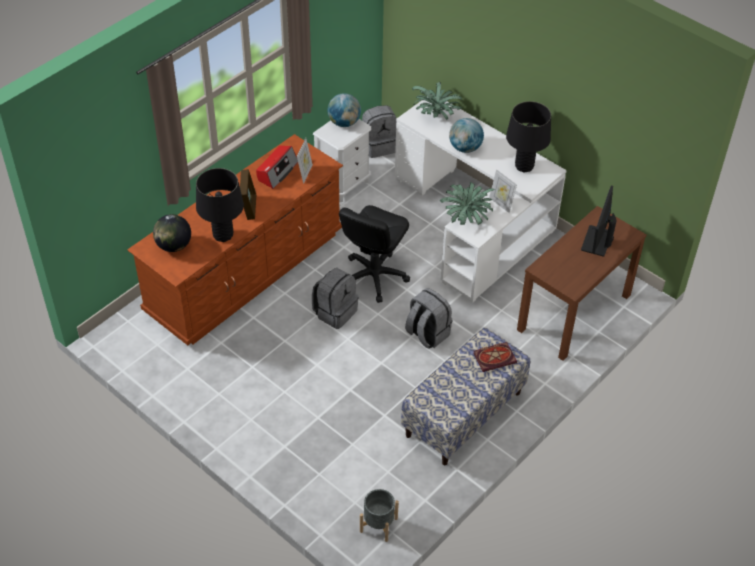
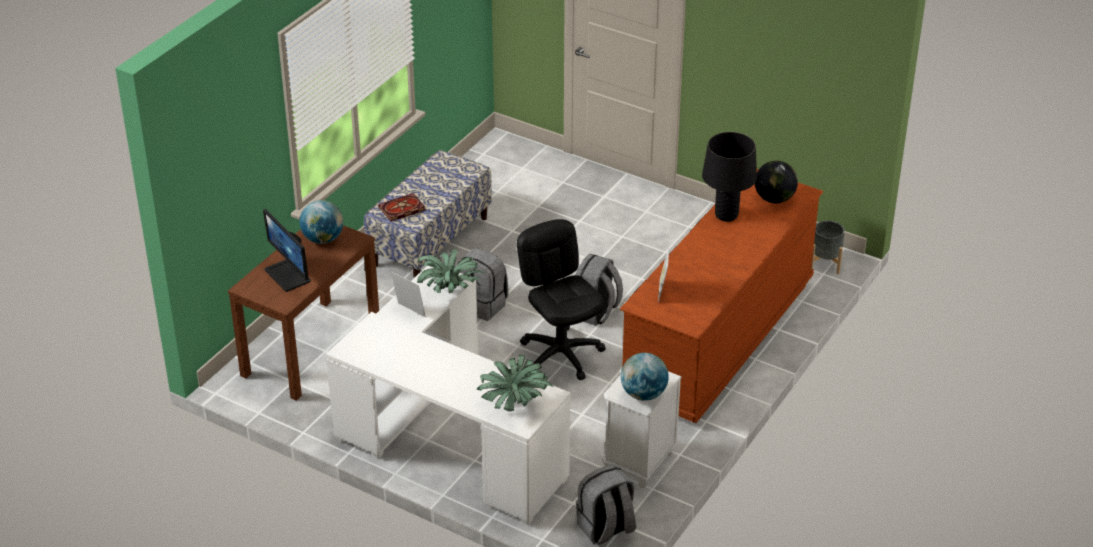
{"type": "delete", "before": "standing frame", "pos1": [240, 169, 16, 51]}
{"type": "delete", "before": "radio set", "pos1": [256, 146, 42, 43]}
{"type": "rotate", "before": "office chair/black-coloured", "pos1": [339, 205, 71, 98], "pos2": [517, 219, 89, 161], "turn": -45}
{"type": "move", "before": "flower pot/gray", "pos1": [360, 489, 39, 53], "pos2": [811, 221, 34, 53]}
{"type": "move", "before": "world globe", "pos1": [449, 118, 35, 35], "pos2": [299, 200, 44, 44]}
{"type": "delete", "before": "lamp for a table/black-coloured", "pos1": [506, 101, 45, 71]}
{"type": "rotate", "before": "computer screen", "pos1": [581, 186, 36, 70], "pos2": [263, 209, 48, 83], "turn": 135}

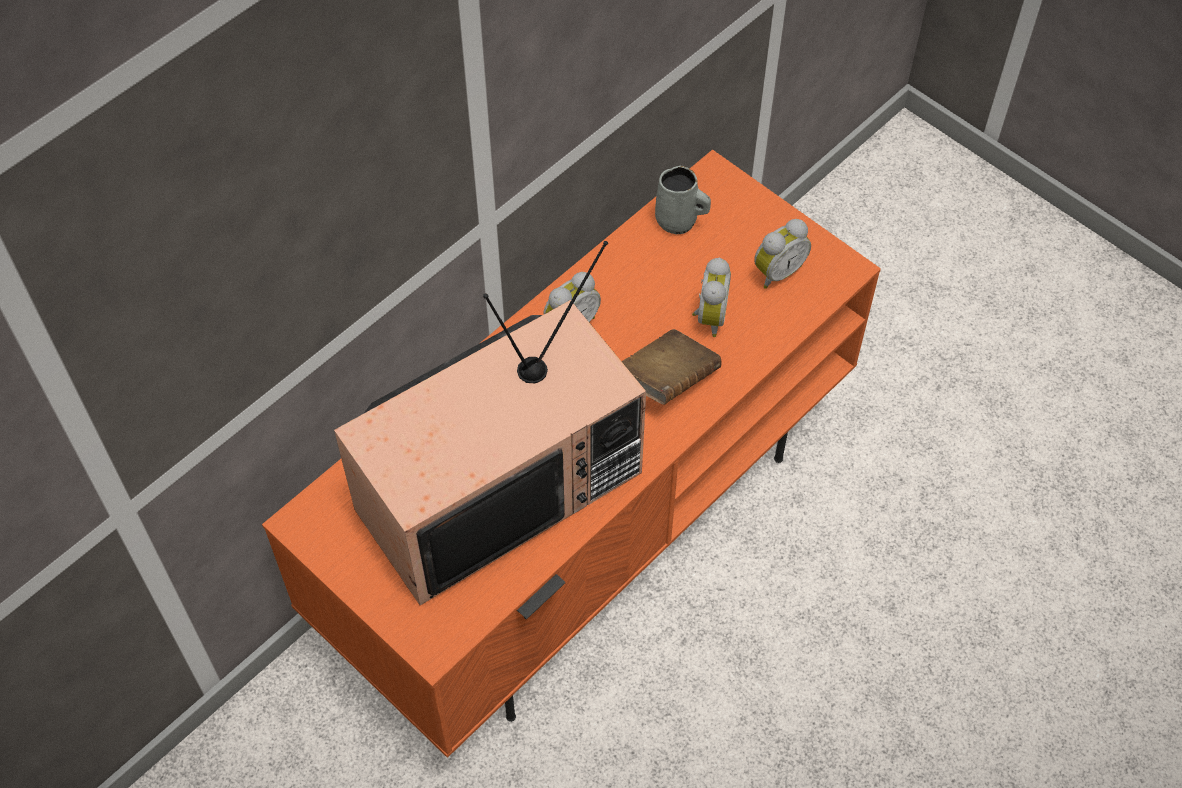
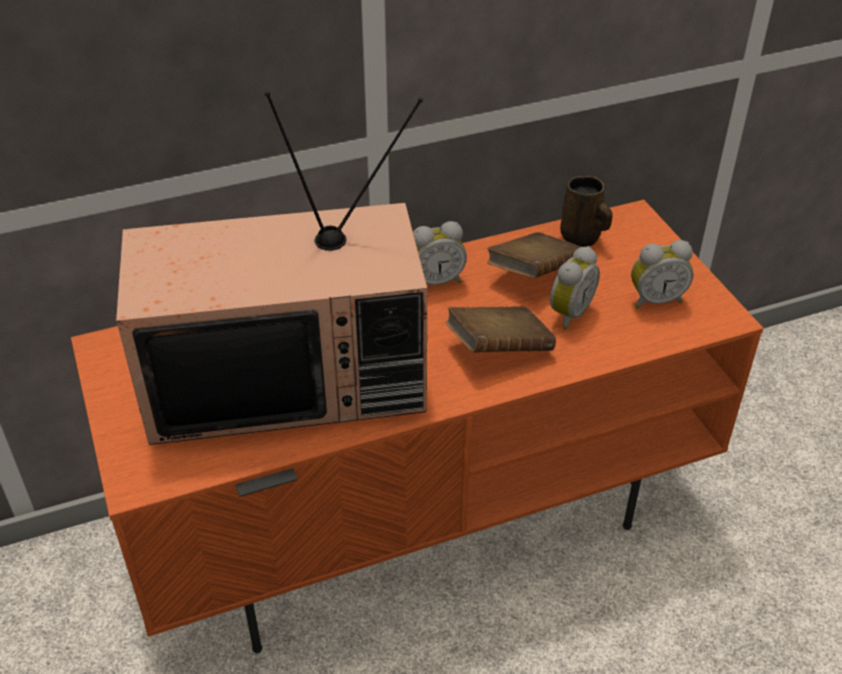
{"type": "recolor", "before": "tea mug/gray", "after": "tea mug/brown", "pos1": [655, 166, 56, 68], "pos2": [560, 176, 52, 71]}
{"type": "insert", "after": "book/brown", "pos2": [487, 232, 94, 46]}

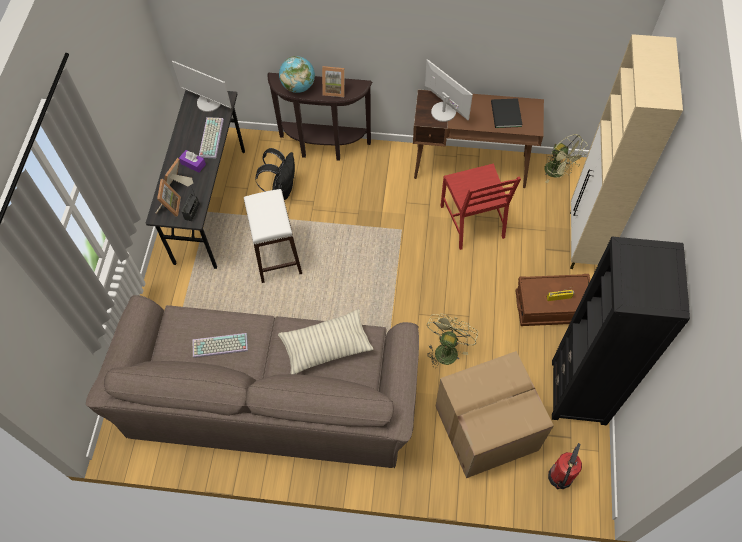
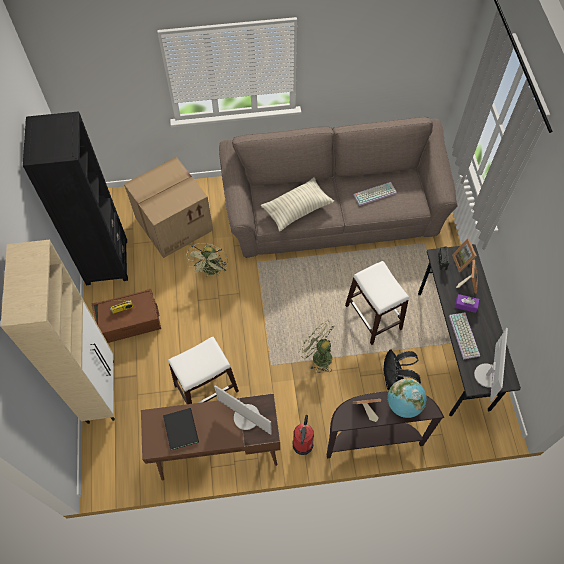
{"type": "rotate", "before": "computer screen", "pos1": [172, 61, 59, 51], "pos2": [474, 328, 34, 73], "turn": 90}
{"type": "replace", "before": "upright chair/red", "after": "sitting stool/white-coloured", "pos1": [441, 164, 80, 86], "pos2": [168, 337, 71, 67]}
{"type": "move", "before": "fan/green", "pos1": [544, 134, 44, 49], "pos2": [299, 321, 36, 52]}
{"type": "move", "before": "fire extinguisher", "pos1": [548, 443, 34, 47], "pos2": [293, 415, 21, 40]}

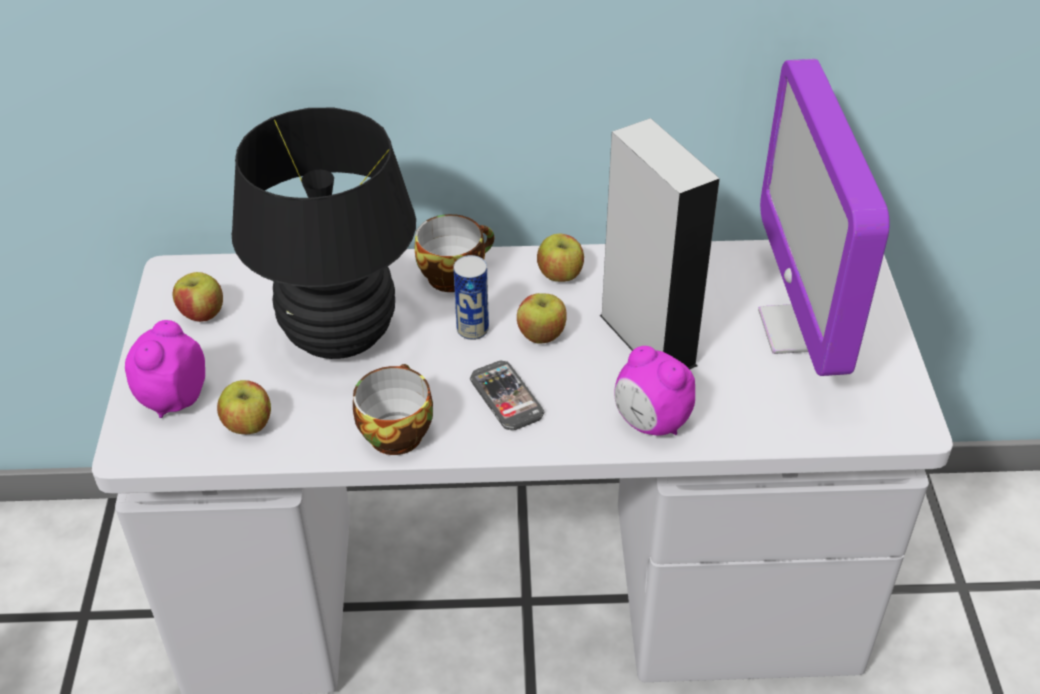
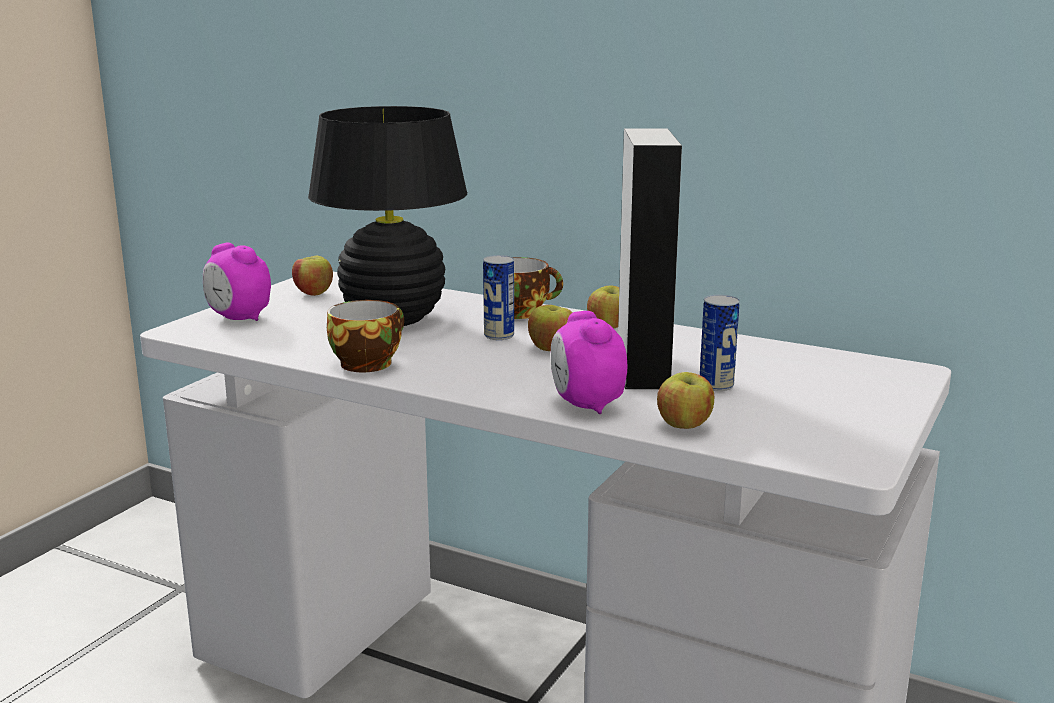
{"type": "rotate", "before": "bedside clock", "pos1": [125, 320, 80, 98], "pos2": [203, 243, 68, 78], "turn": -105}
{"type": "move", "before": "whole apple", "pos1": [217, 380, 54, 54], "pos2": [657, 372, 57, 57]}
{"type": "delete", "before": "handset", "pos1": [470, 361, 74, 69]}
{"type": "delete", "before": "computer screen", "pos1": [758, 59, 132, 317]}
{"type": "insert", "after": "sealed can", "pos2": [700, 295, 40, 96]}

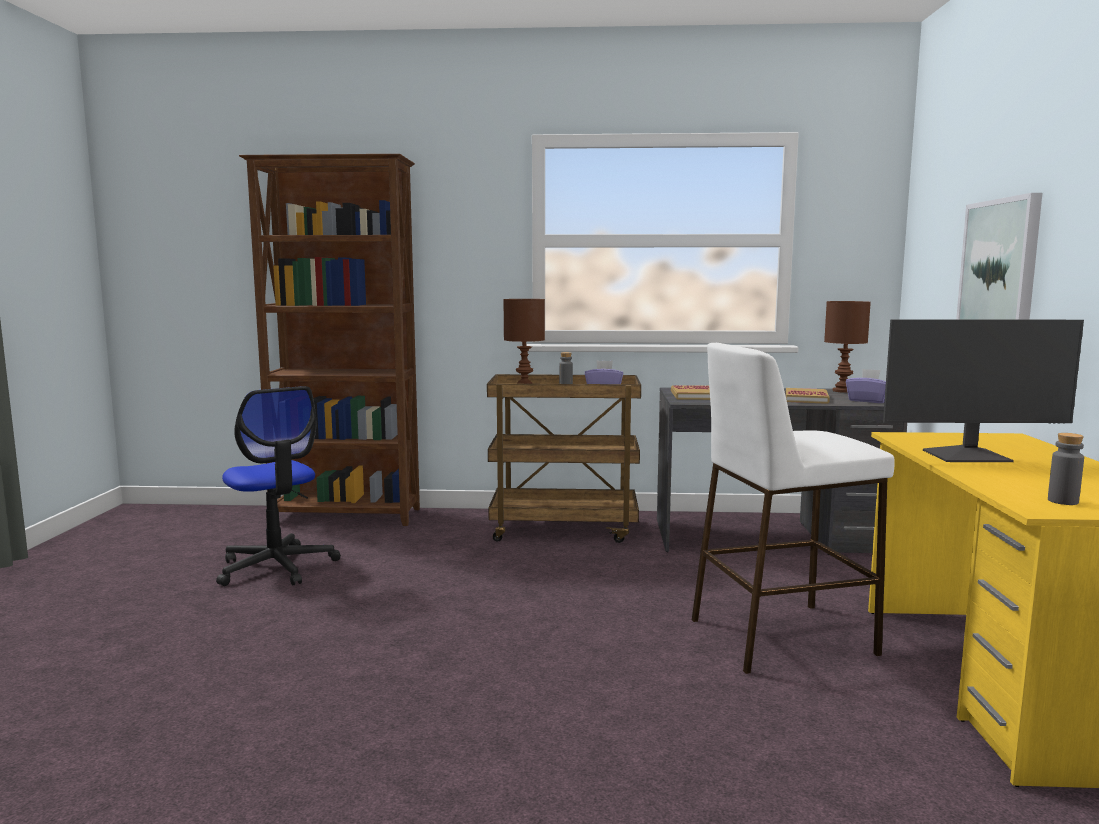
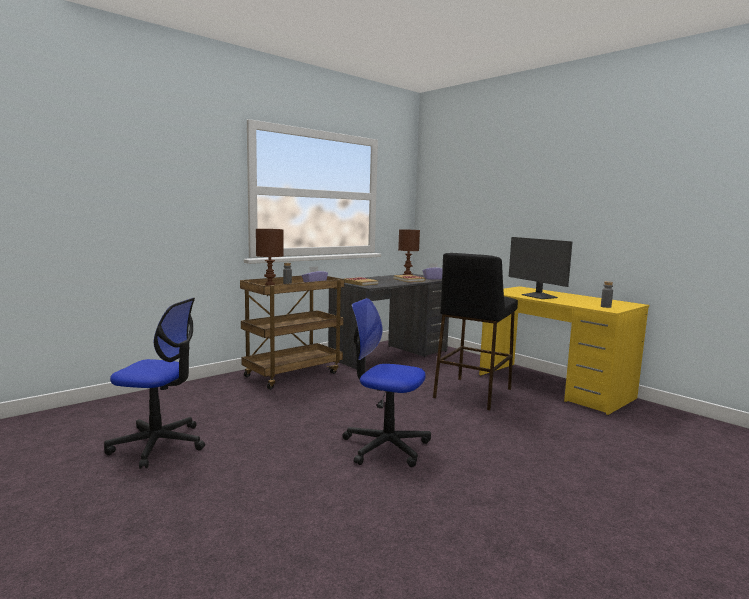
{"type": "delete", "before": "bookshelf/brown", "pos1": [239, 154, 181, 372]}
{"type": "recolor", "before": "sitting stool/white-coloured", "after": "sitting stool/black-coloured", "pos1": [692, 343, 203, 331], "pos2": [433, 253, 85, 158]}
{"type": "rotate", "before": "computer screen", "pos1": [883, 319, 201, 143], "pos2": [509, 237, 64, 62], "turn": 105}
{"type": "delete", "before": "wall picture", "pos1": [956, 193, 86, 127]}
{"type": "insert", "after": "office chair", "pos2": [342, 298, 89, 169]}

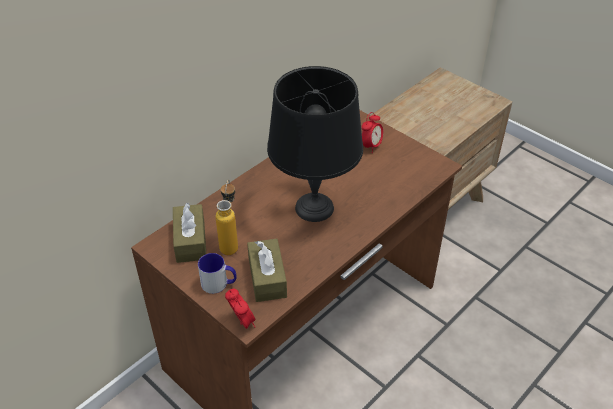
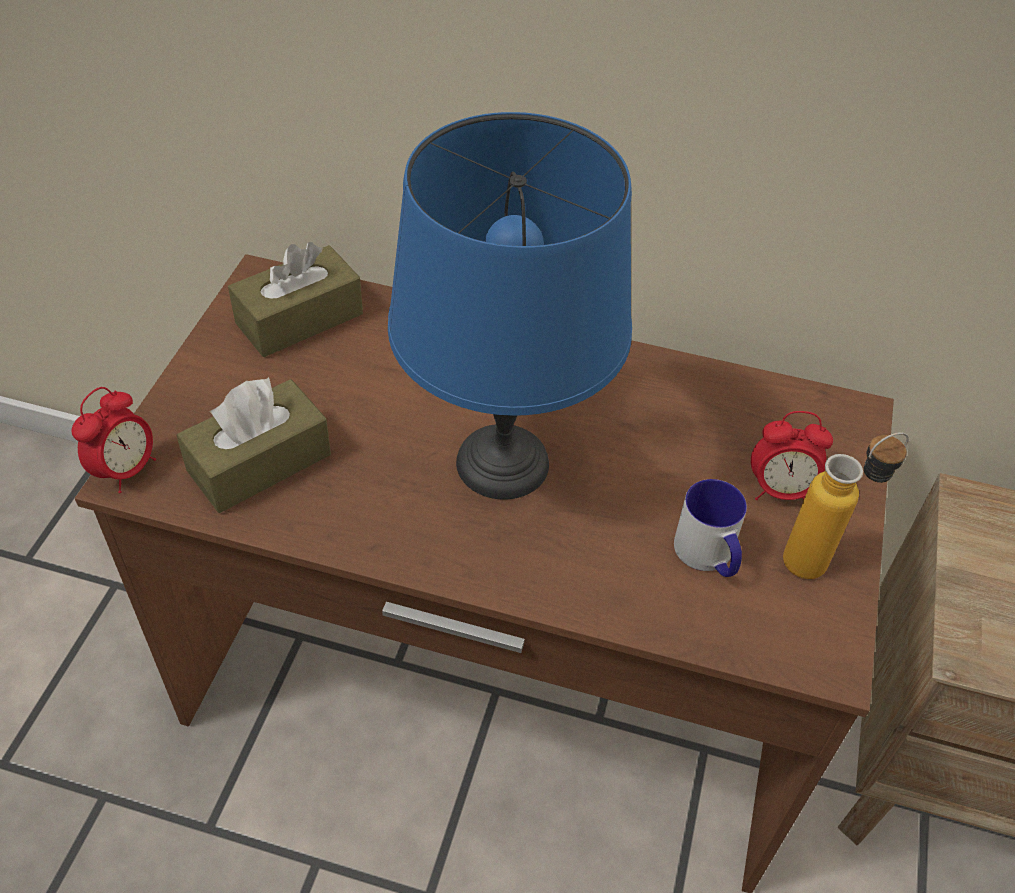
{"type": "move", "before": "tea mug", "pos1": [198, 253, 39, 41], "pos2": [674, 479, 73, 98]}
{"type": "move", "before": "beverage bottle", "pos1": [215, 180, 23, 75], "pos2": [783, 432, 126, 147]}
{"type": "recolor", "before": "lamp for a table/black-coloured", "after": "lamp for a table/blue", "pos1": [267, 66, 96, 156], "pos2": [388, 112, 244, 388]}

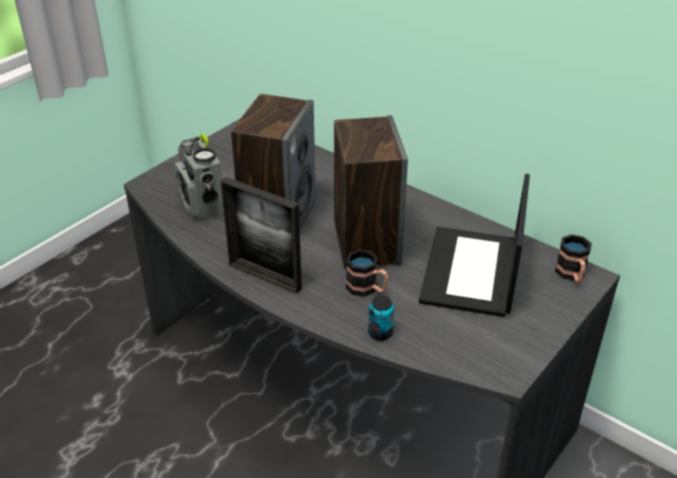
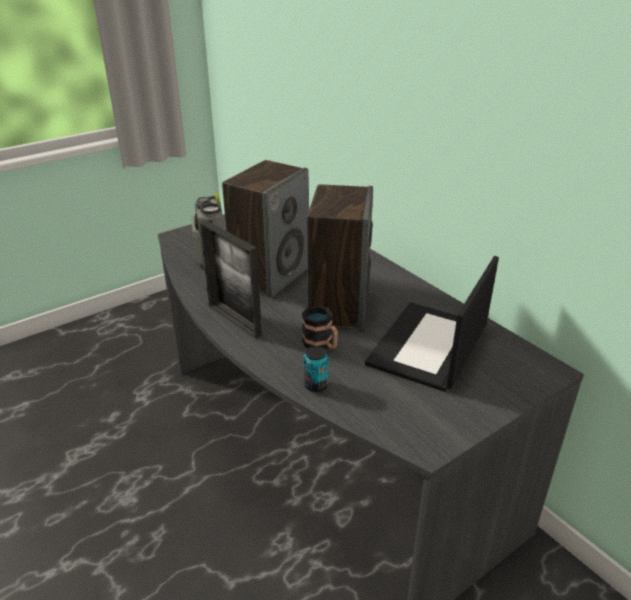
{"type": "delete", "before": "tea mug", "pos1": [555, 234, 37, 49]}

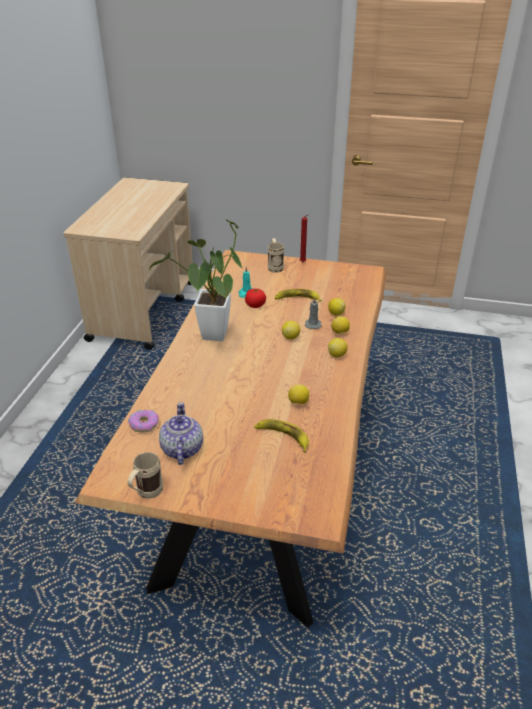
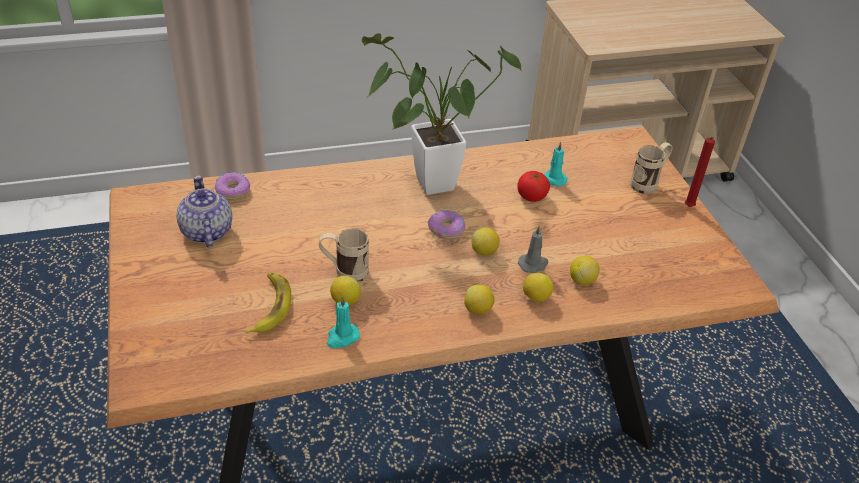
{"type": "move", "before": "tea mug/beige-coloured", "pos1": [128, 452, 35, 47], "pos2": [319, 228, 50, 55]}
{"type": "rotate", "before": "pot for tea", "pos1": [159, 402, 44, 63], "pos2": [176, 175, 56, 72], "turn": -75}
{"type": "delete", "before": "banana", "pos1": [275, 289, 47, 13]}
{"type": "insert", "after": "wax candle/turquoise-coloured", "pos2": [327, 296, 33, 52]}
{"type": "insert", "after": "doughnut", "pos2": [427, 210, 38, 29]}

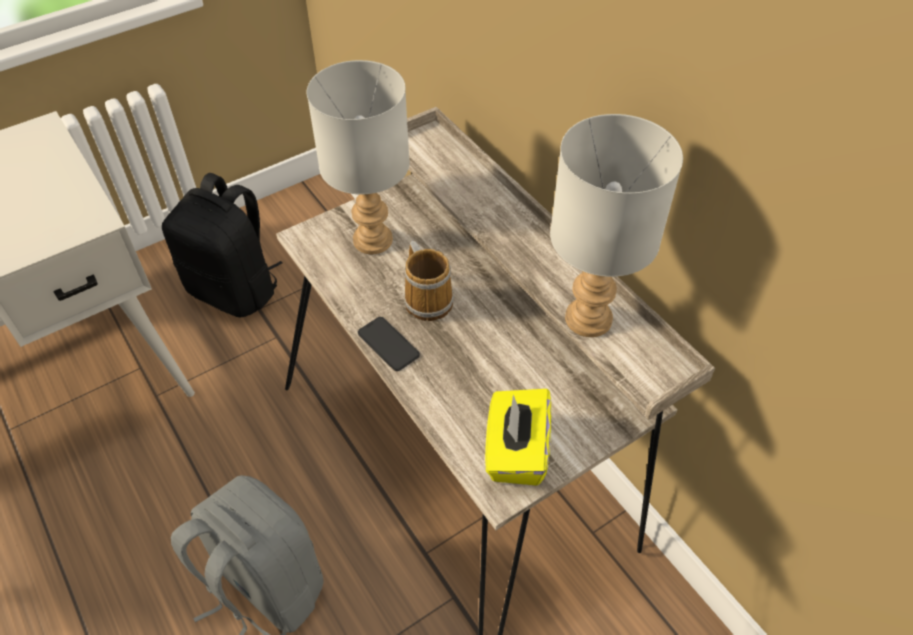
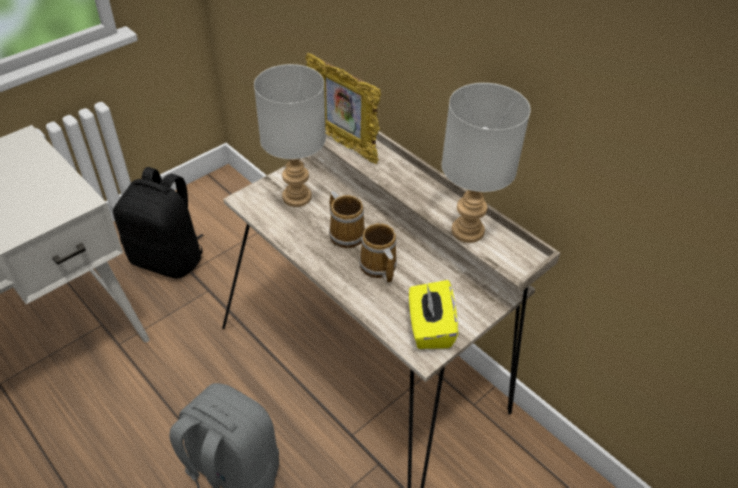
{"type": "delete", "before": "handset", "pos1": [358, 317, 62, 54]}
{"type": "insert", "after": "standing frame", "pos2": [305, 53, 76, 111]}
{"type": "insert", "after": "tea mug", "pos2": [359, 223, 38, 60]}

